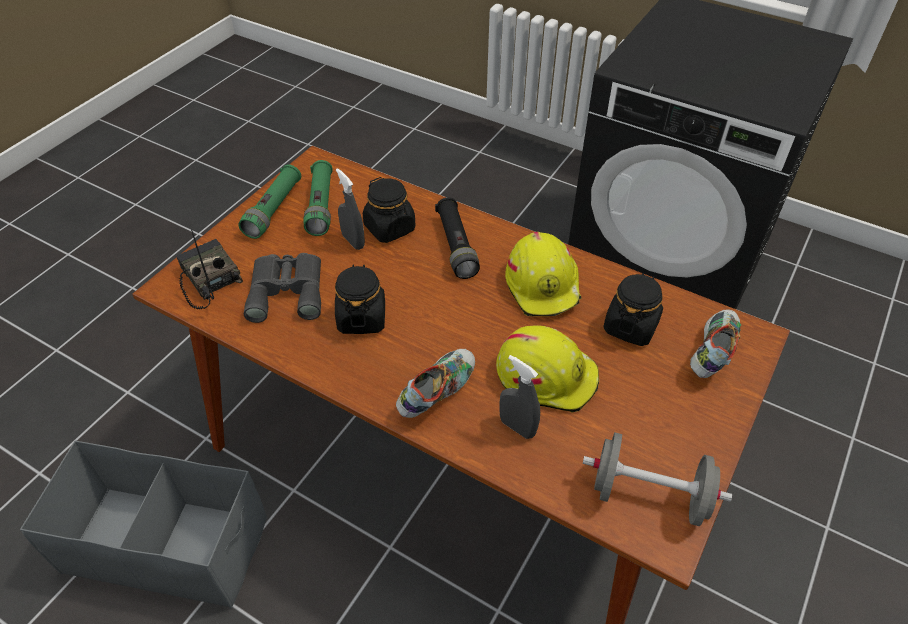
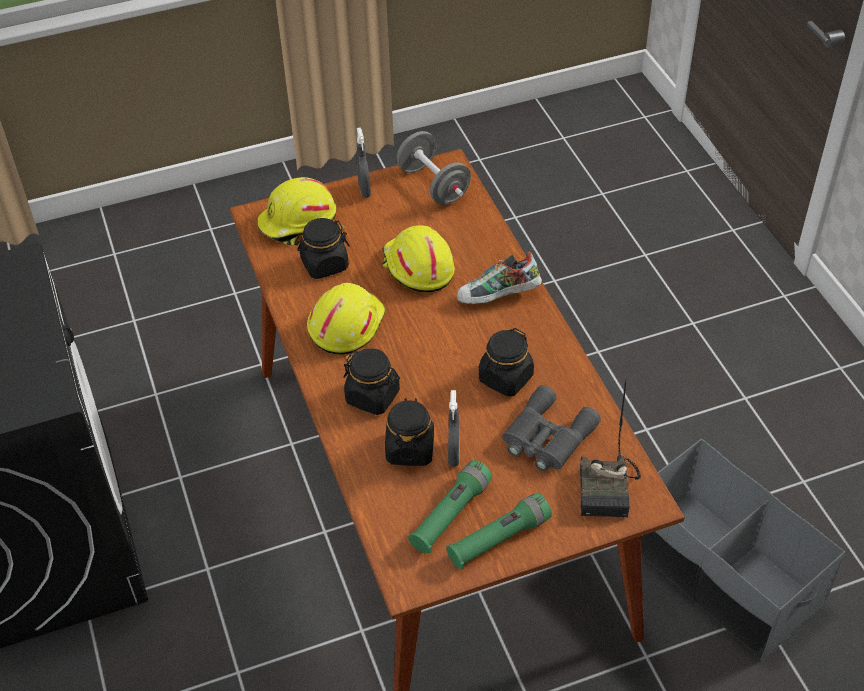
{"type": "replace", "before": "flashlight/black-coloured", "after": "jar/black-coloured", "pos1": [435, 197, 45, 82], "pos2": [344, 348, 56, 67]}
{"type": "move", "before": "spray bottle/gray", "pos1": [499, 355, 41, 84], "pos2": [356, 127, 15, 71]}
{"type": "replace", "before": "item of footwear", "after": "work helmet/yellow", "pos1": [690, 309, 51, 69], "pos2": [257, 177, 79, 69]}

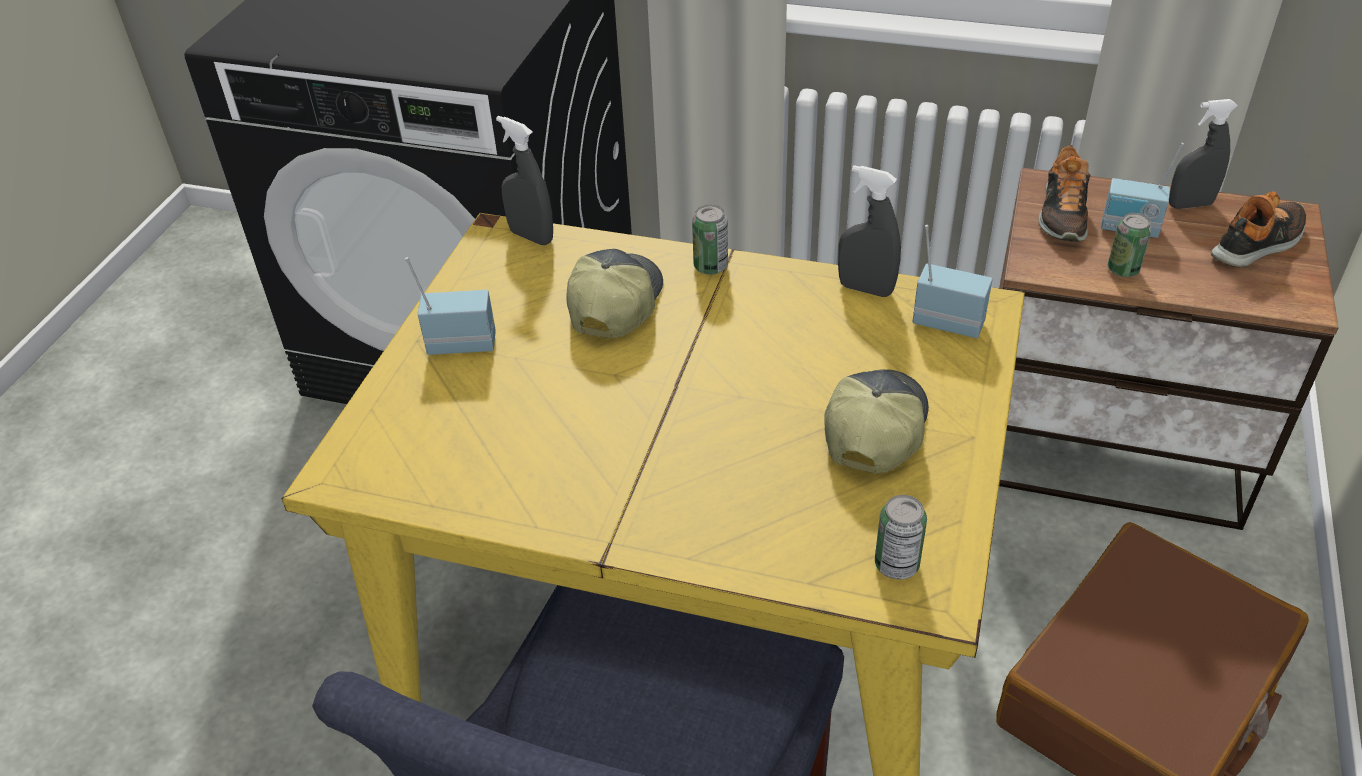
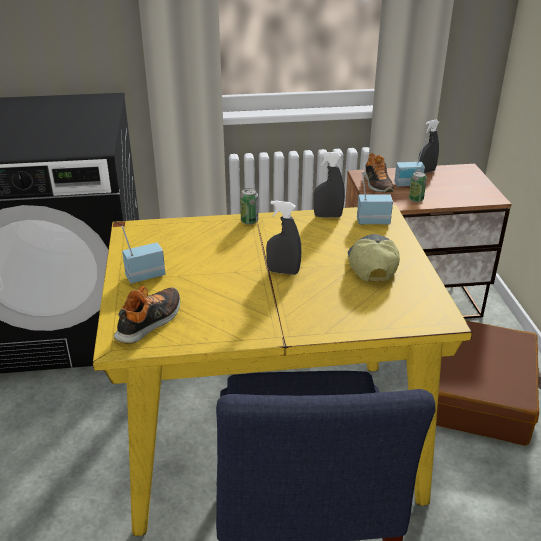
{"type": "move", "before": "spray bottle/gray", "pos1": [496, 116, 57, 129], "pos2": [266, 200, 35, 75]}
{"type": "delete", "before": "peaked cap", "pos1": [566, 249, 97, 89]}
{"type": "delete", "before": "sealed can", "pos1": [875, 495, 52, 85]}
{"type": "move", "before": "item of footwear", "pos1": [1211, 191, 95, 76], "pos2": [114, 286, 66, 58]}

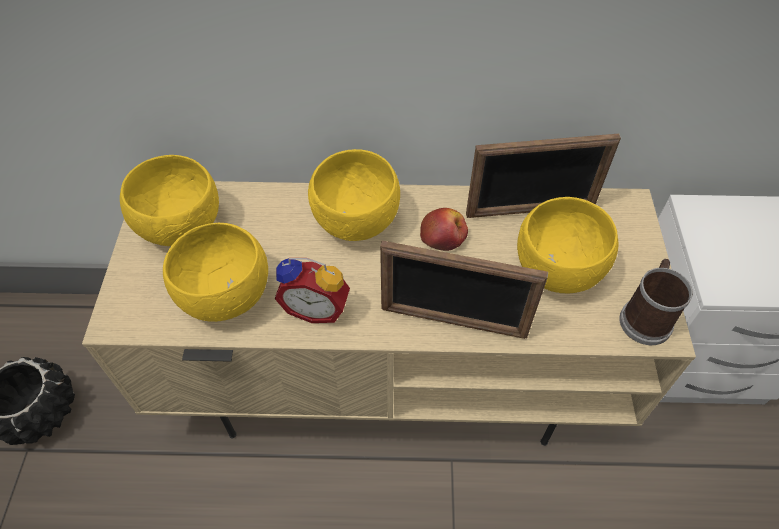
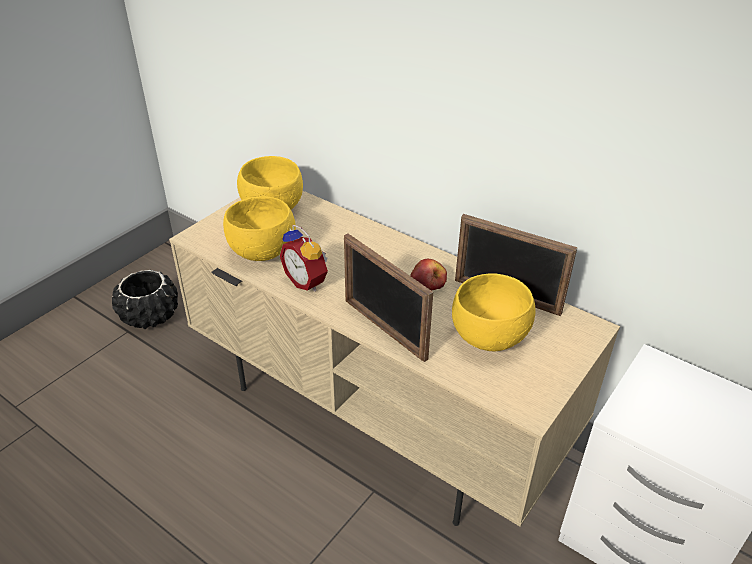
{"type": "delete", "before": "serving bowl/yellow", "pos1": [308, 149, 92, 92]}
{"type": "delete", "before": "tea mug", "pos1": [619, 259, 74, 86]}

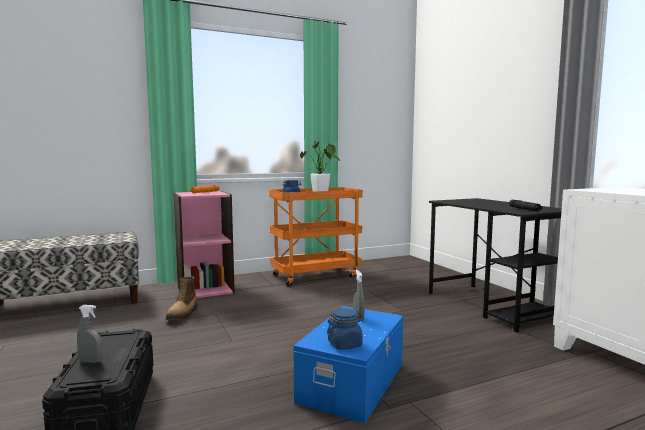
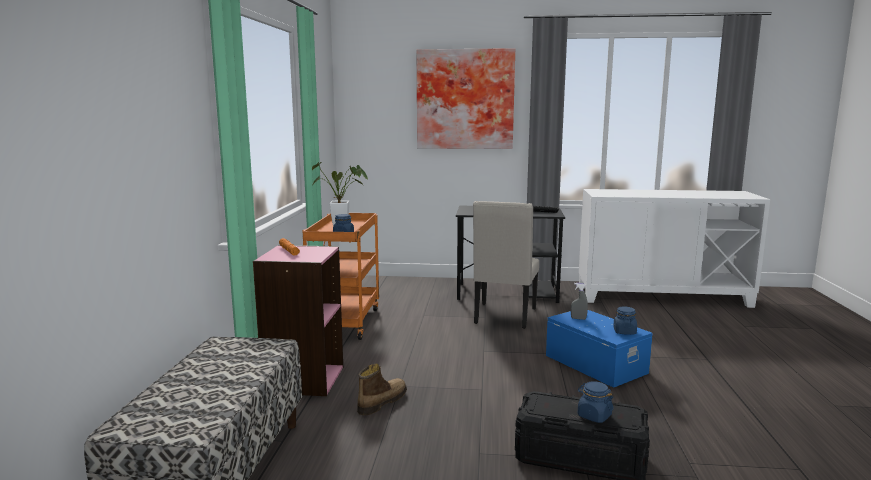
{"type": "replace", "before": "spray bottle/gray", "after": "jar/blue", "pos1": [77, 305, 25, 58], "pos2": [578, 381, 36, 42]}
{"type": "rotate", "before": "high-top boot", "pos1": [166, 276, 32, 44], "pos2": [357, 364, 50, 51], "turn": -90}
{"type": "insert", "after": "wall picture", "pos2": [416, 48, 99, 101]}
{"type": "insert", "after": "upright chair/beige-coloured", "pos2": [473, 201, 66, 128]}

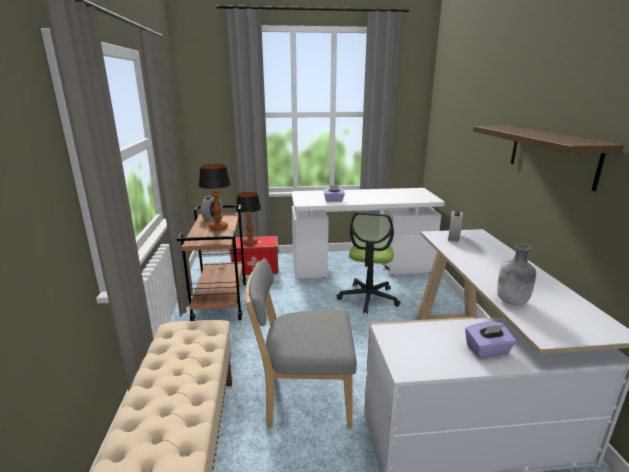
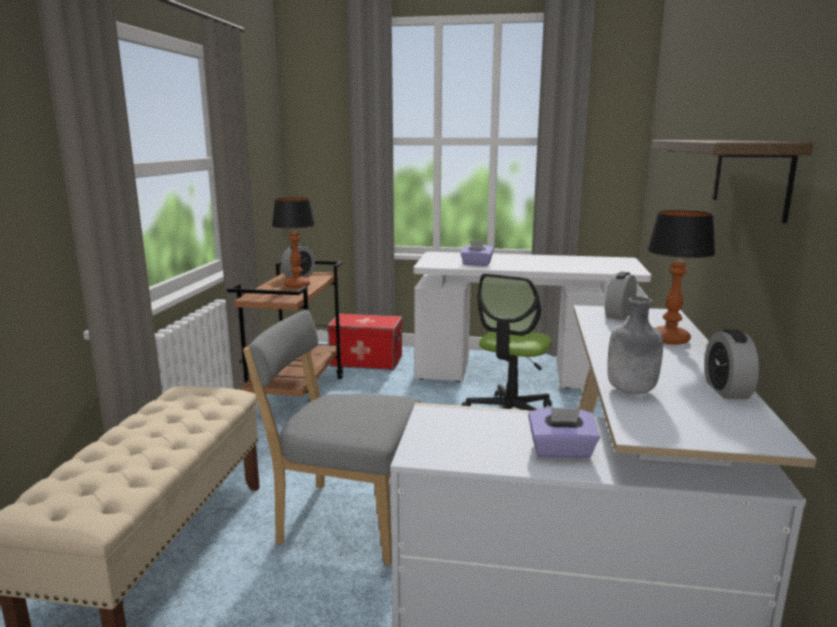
{"type": "move", "before": "lamp for a table", "pos1": [236, 192, 25, 53], "pos2": [647, 210, 68, 135]}
{"type": "insert", "after": "bedside clock", "pos2": [705, 329, 54, 70]}

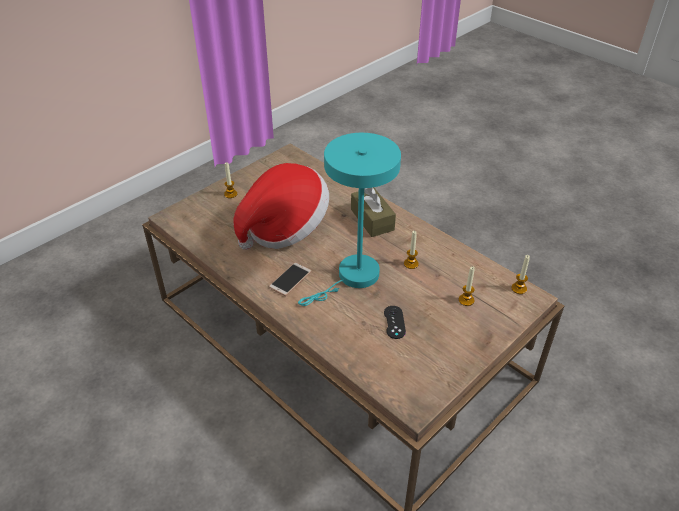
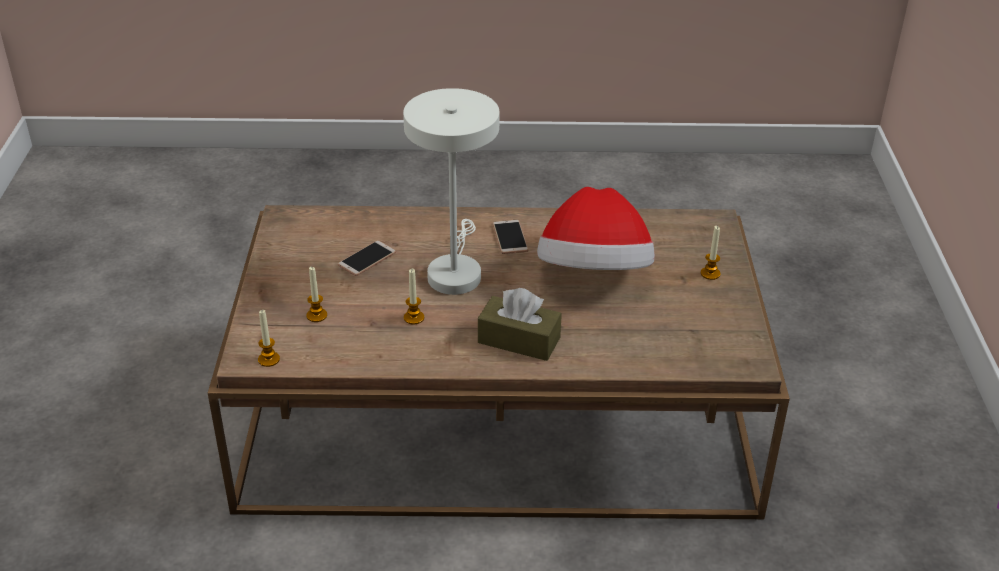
{"type": "recolor", "before": "lamp for a table/turquoise-coloured", "after": "lamp for a table/white-coloured", "pos1": [298, 133, 103, 173], "pos2": [403, 88, 97, 207]}
{"type": "replace", "before": "game controller/black-coloured", "after": "handset", "pos1": [384, 306, 22, 33], "pos2": [338, 240, 58, 36]}

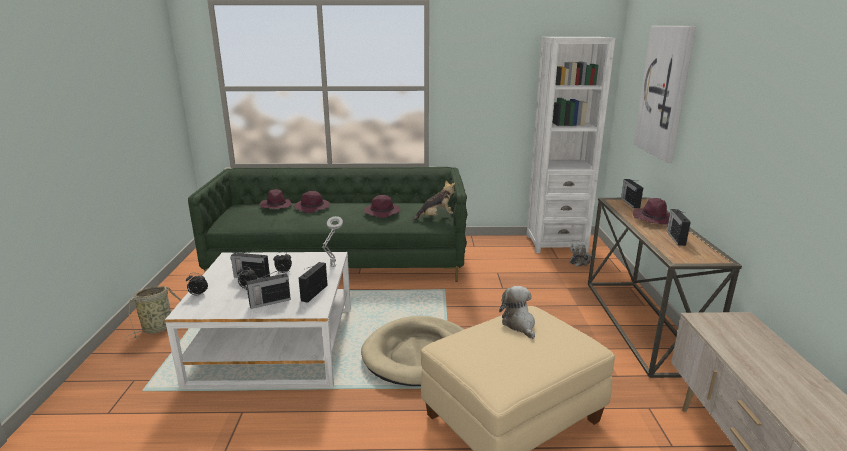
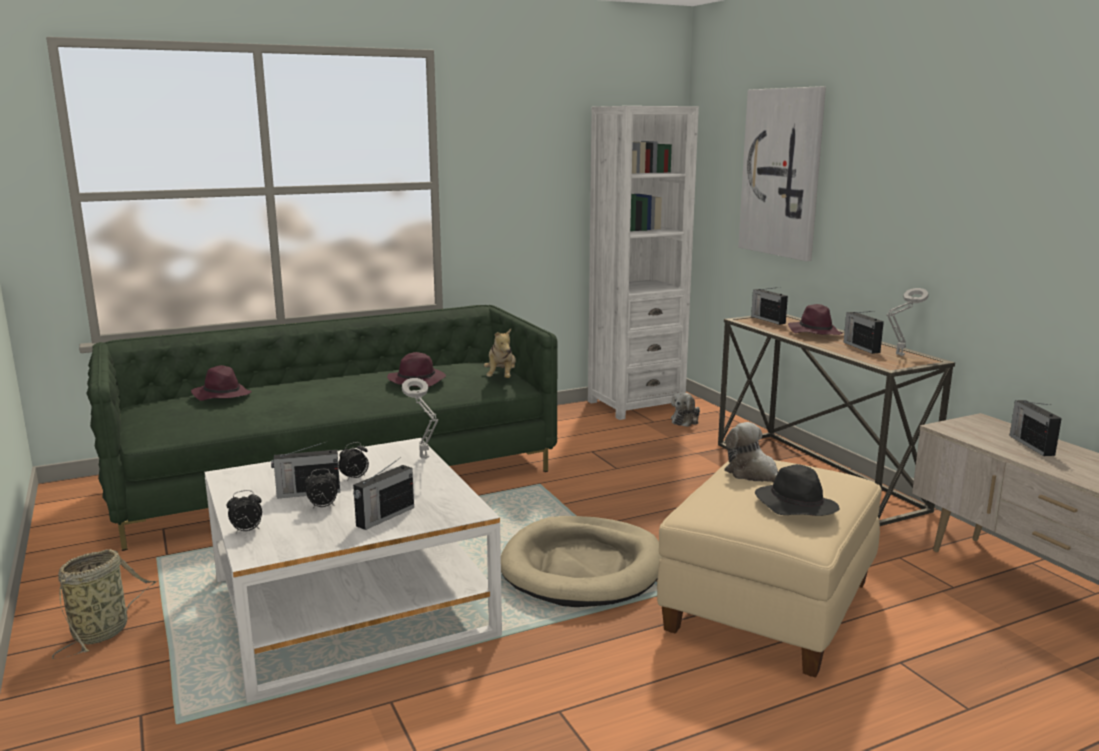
{"type": "delete", "before": "clothing hat/purplish", "pos1": [294, 191, 36, 22]}
{"type": "move", "before": "radio set", "pos1": [299, 262, 29, 41], "pos2": [1010, 400, 52, 56]}
{"type": "rotate", "before": "soft toy", "pos1": [413, 181, 42, 40], "pos2": [484, 329, 32, 49], "turn": 135}
{"type": "insert", "after": "clothing hat/black-coloured", "pos2": [755, 464, 84, 52]}
{"type": "insert", "after": "lamp for a table/gray", "pos2": [886, 288, 42, 68]}

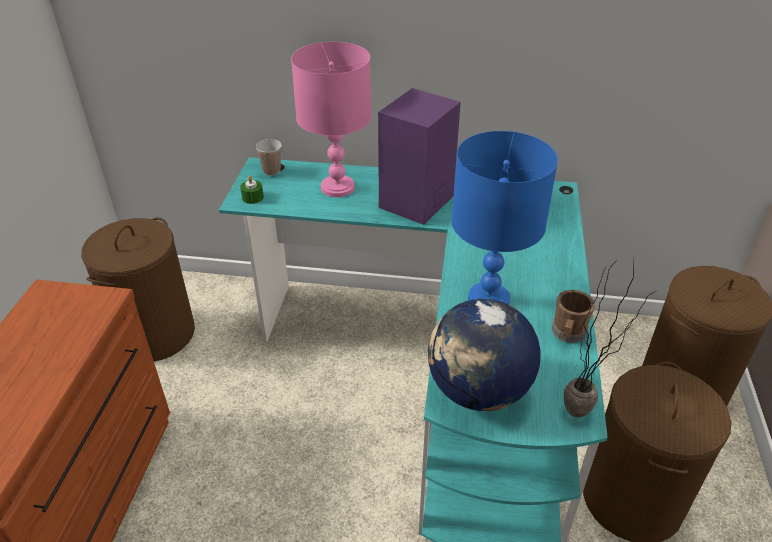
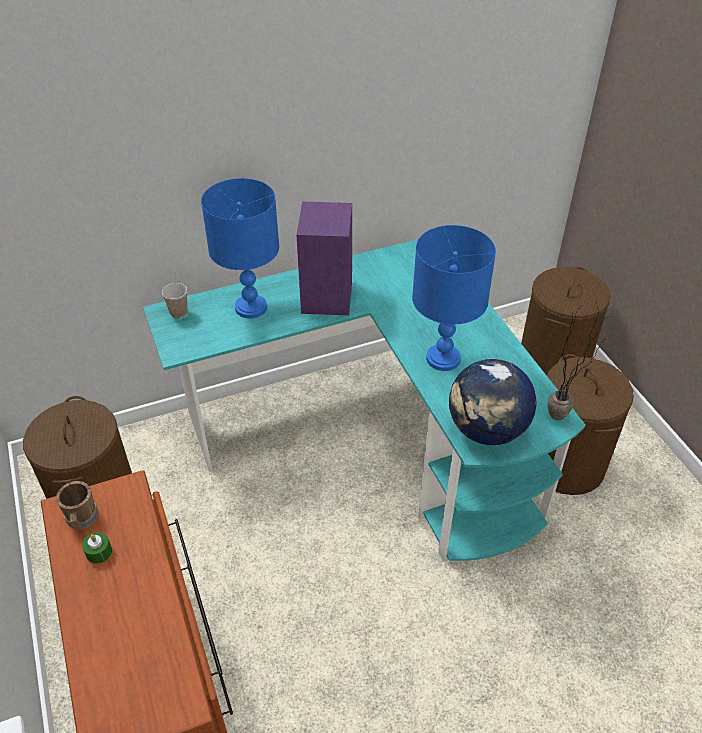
{"type": "move", "before": "wax candle/green", "pos1": [240, 176, 24, 28], "pos2": [82, 532, 30, 32]}
{"type": "recolor", "before": "lamp for a table/pink-coloured", "after": "lamp for a table/blue", "pos1": [291, 42, 81, 155], "pos2": [201, 178, 78, 140]}
{"type": "move", "before": "tea mug/brown", "pos1": [552, 290, 43, 53], "pos2": [56, 481, 42, 48]}

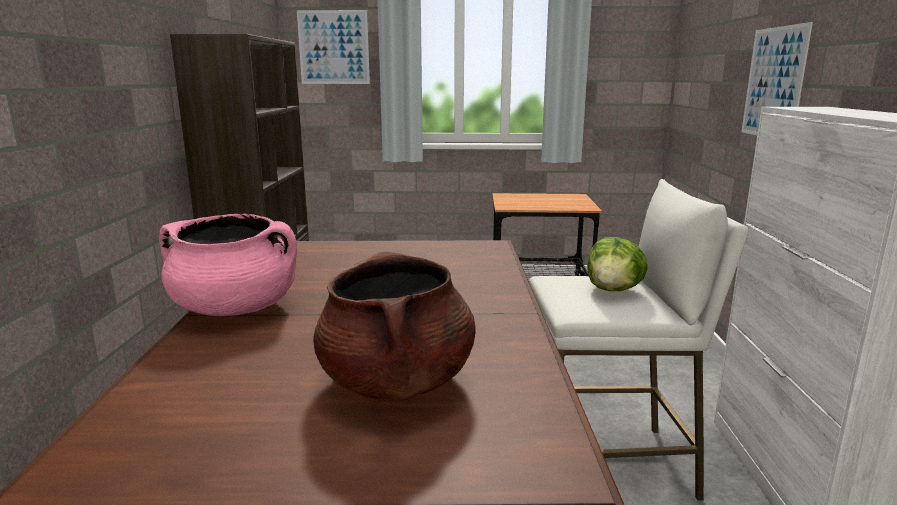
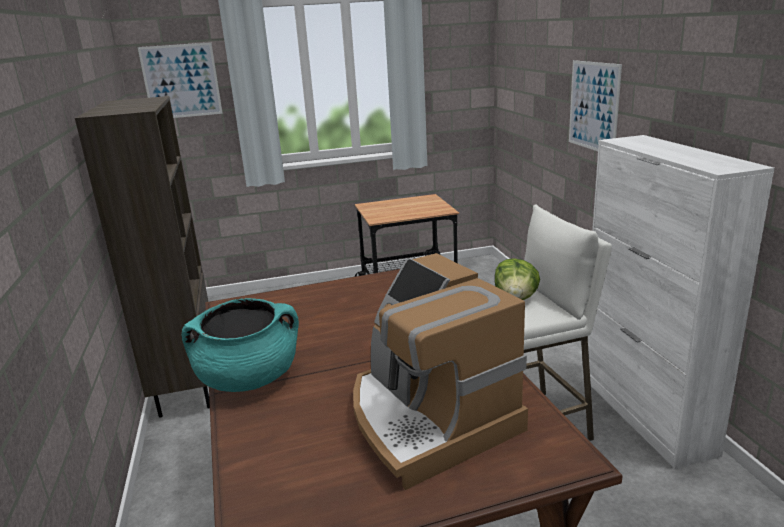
{"type": "recolor", "before": "cooking pot/pink-coloured", "after": "cooking pot/turquoise-coloured", "pos1": [159, 213, 138, 103], "pos2": [182, 298, 117, 94]}
{"type": "replace", "before": "cooking pot/brown", "after": "coffee brewer", "pos1": [313, 252, 163, 150], "pos2": [353, 253, 175, 237]}

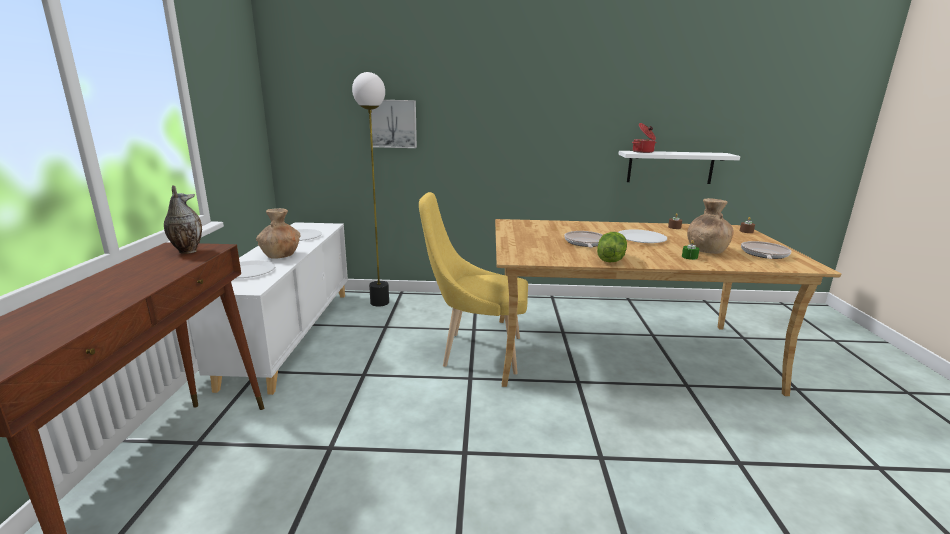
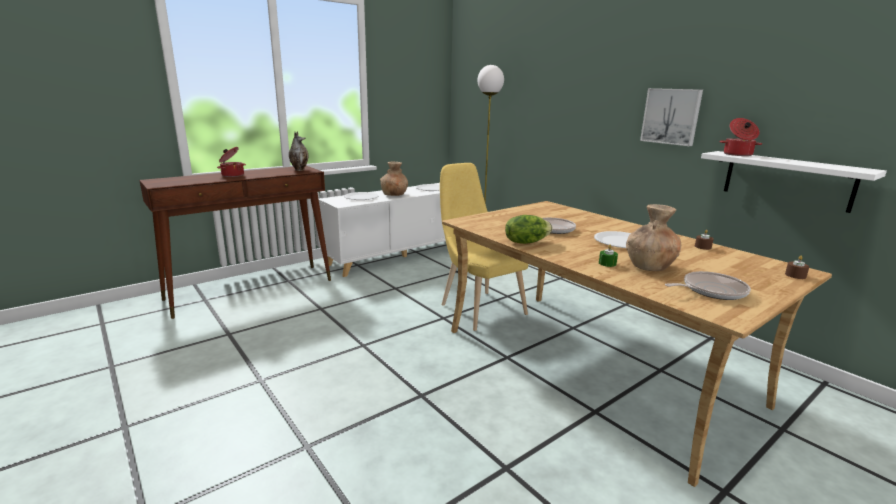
{"type": "move", "before": "wall picture", "pos1": [371, 100, 46, 48], "pos2": [640, 88, 63, 58]}
{"type": "insert", "after": "cooking pot", "pos2": [217, 147, 29, 30]}

